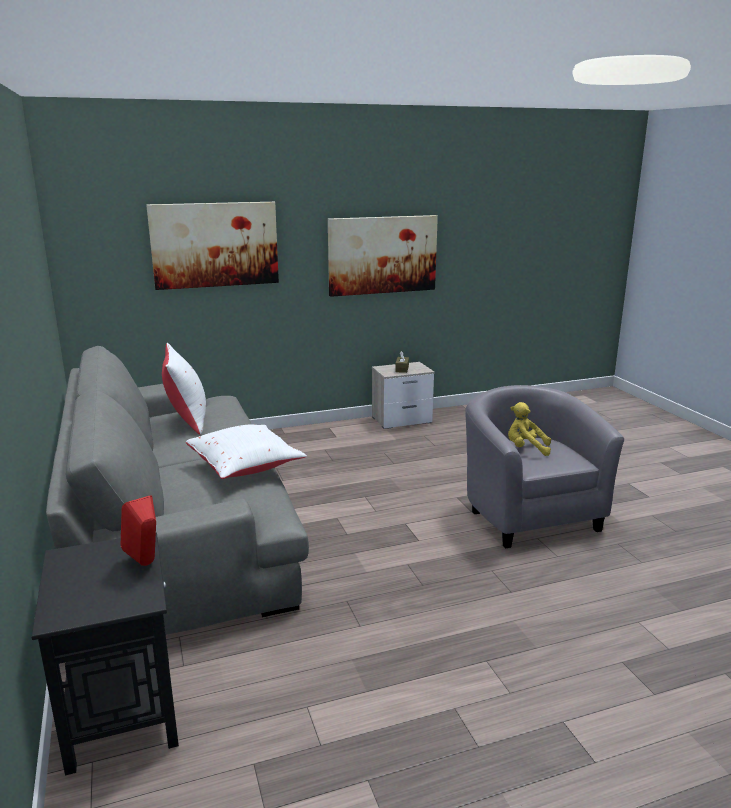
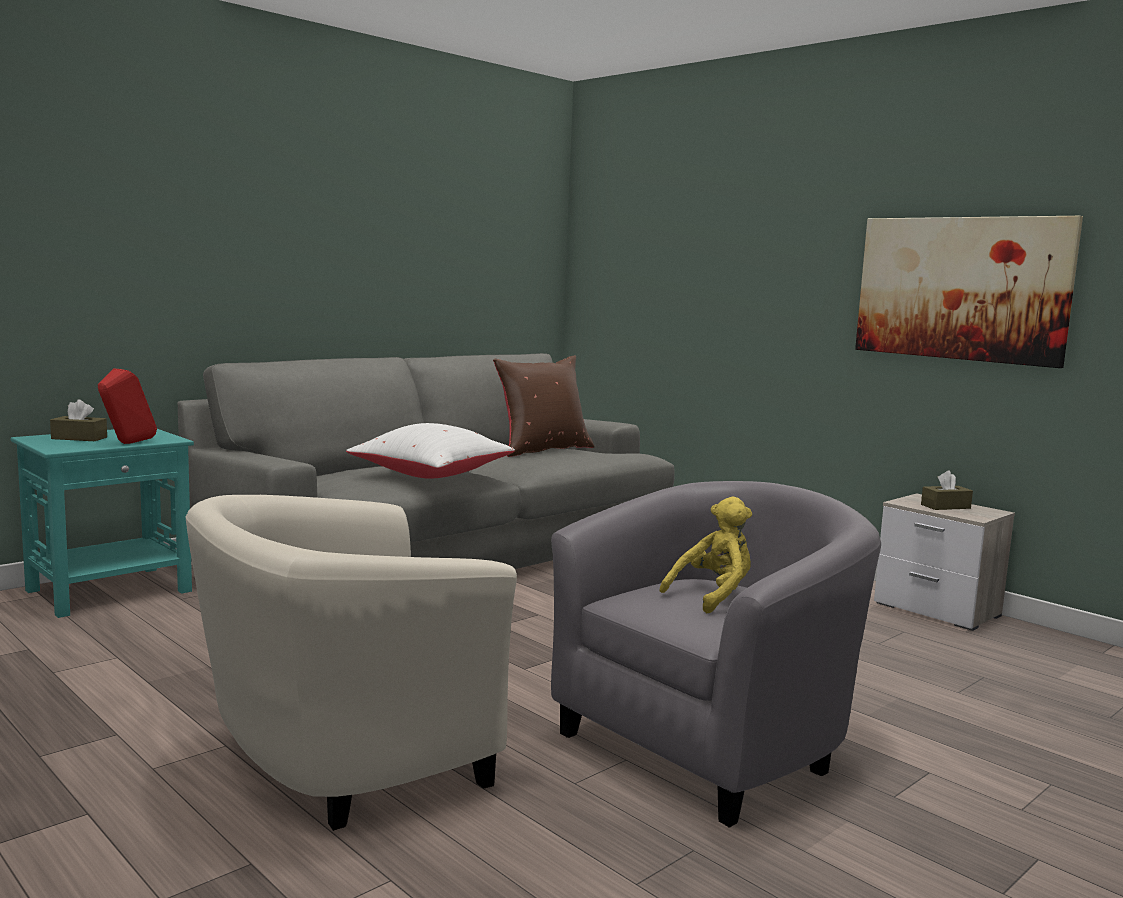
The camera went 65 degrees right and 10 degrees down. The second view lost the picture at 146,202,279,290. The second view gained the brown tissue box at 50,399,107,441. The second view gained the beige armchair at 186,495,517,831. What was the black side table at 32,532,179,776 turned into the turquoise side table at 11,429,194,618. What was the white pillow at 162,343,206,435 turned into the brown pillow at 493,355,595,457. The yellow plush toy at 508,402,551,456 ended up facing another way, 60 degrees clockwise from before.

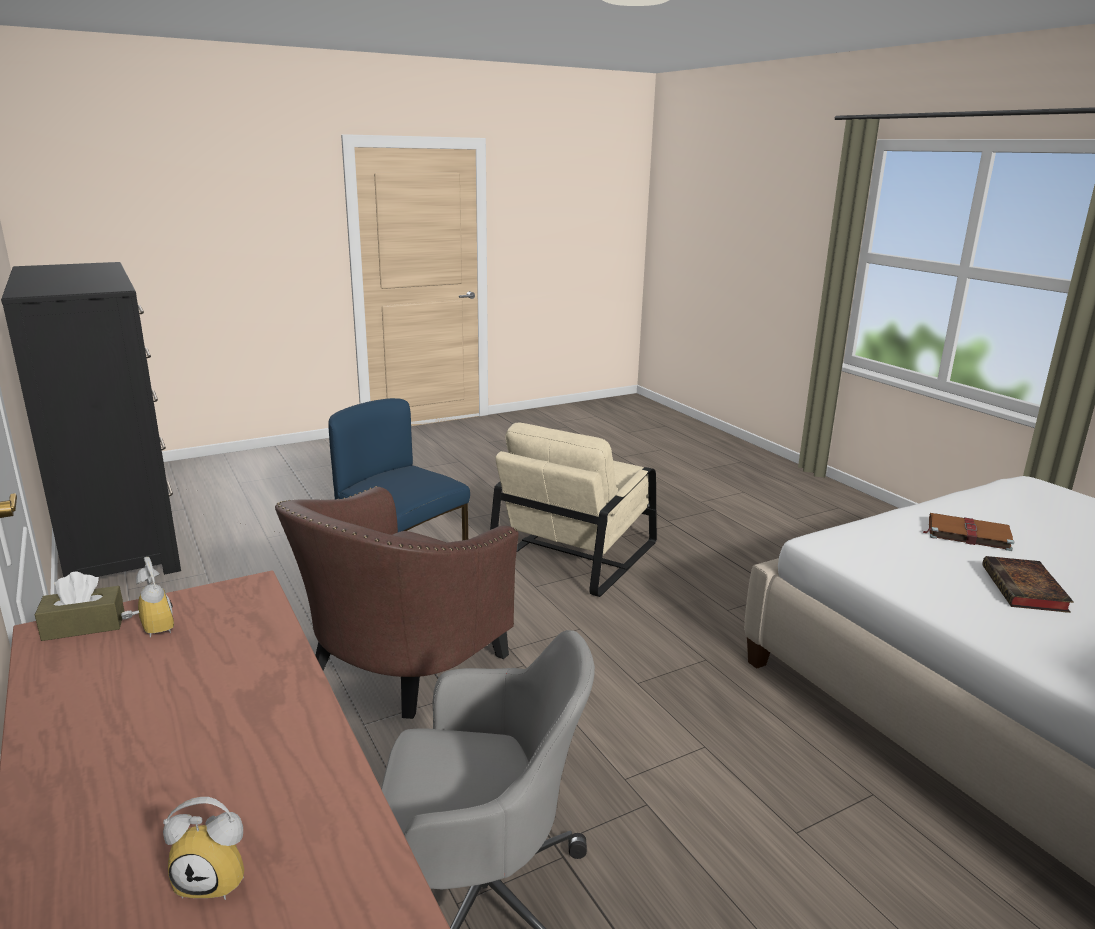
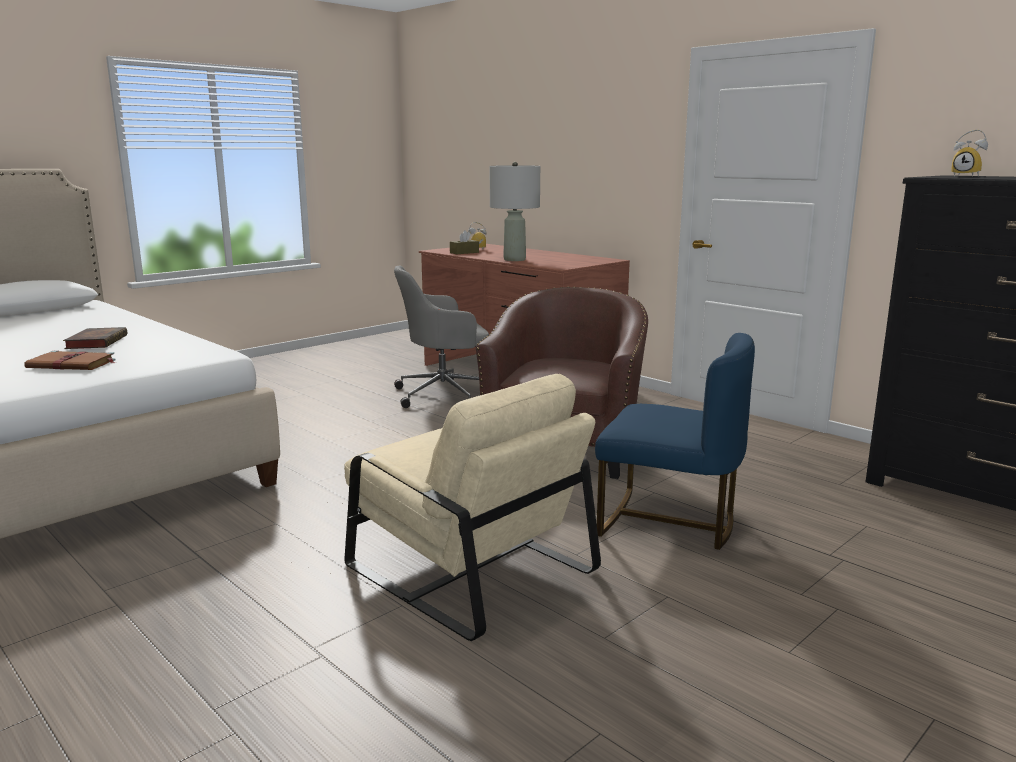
The camera went 165 degrees right and 5 degrees down. The second view gained the grey table lamp at 490,162,540,261. The brown tissue box ended up elsewhere, having gone from 35,571,124,641 to 450,230,479,254. The alarm clock ended up elsewhere, having gone from 121,557,174,637 to 951,130,988,177. The beige armchair at 490,422,657,597 ended up facing another way, 120 degrees clockwise from before.

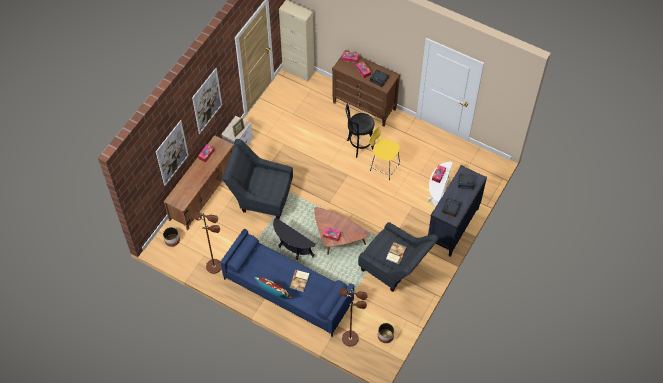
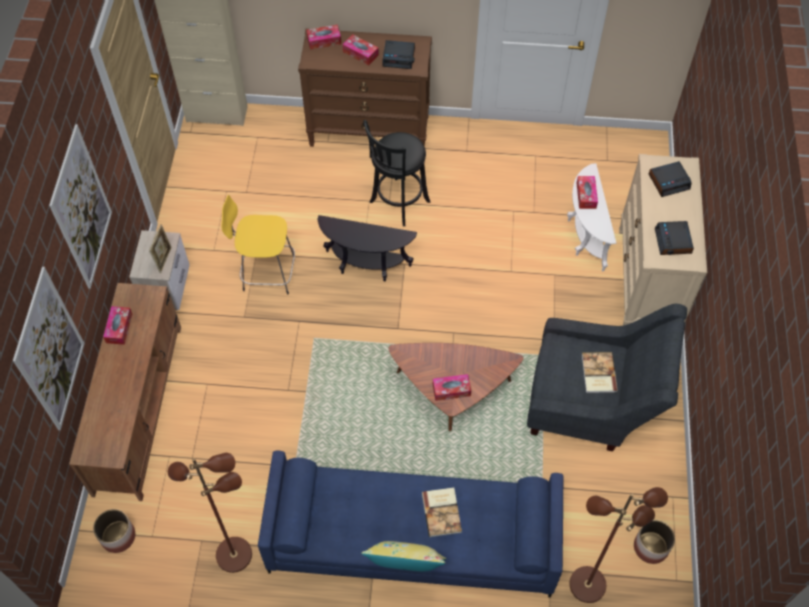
The camera went 25 degrees left and 0 degrees up. The second view lost the grey armchair at 222,139,293,219. The black side table ended up elsewhere, having gone from 273,218,316,260 to 317,215,417,282. The yellow stool ended up elsewhere, having gone from 369,127,400,180 to 221,195,295,294. What was the red pillow at 255,277,292,299 turned into the yellow pillow at 361,541,446,572. What was the black dresser at 428,165,487,257 turned into the beige dresser at 619,154,707,326.

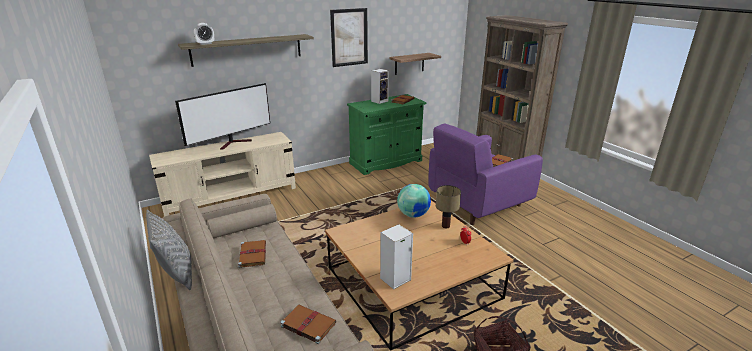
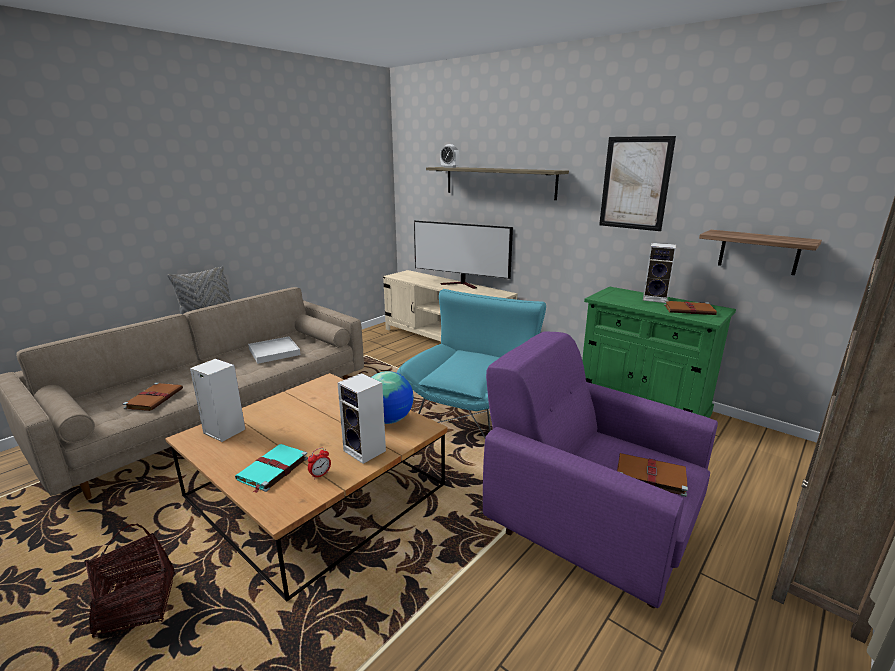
The camera went 70 degrees right and 5 degrees down. The second view gained the turquoise book at 235,444,308,493. The second view gained the turquoise armchair at 397,289,546,438. Where the brown book stood at 238,240,266,268, the white tray came to stand at 248,336,301,364. Where the table lamp stood at 436,185,461,228, the speaker came to stand at 338,373,386,464.

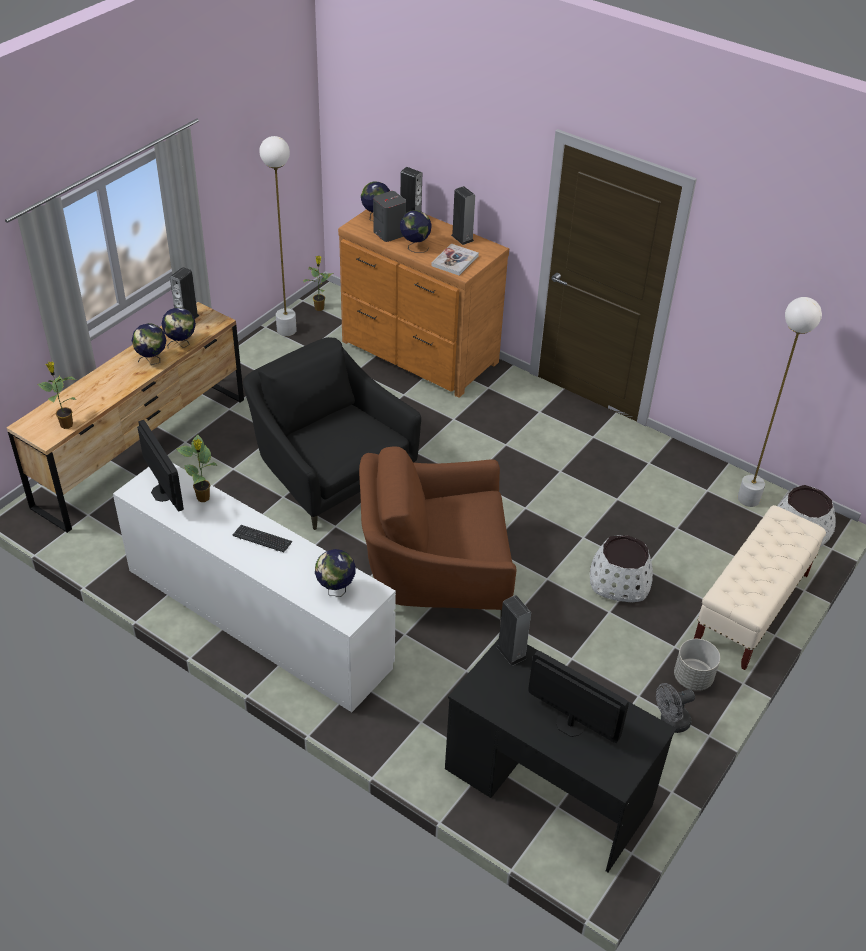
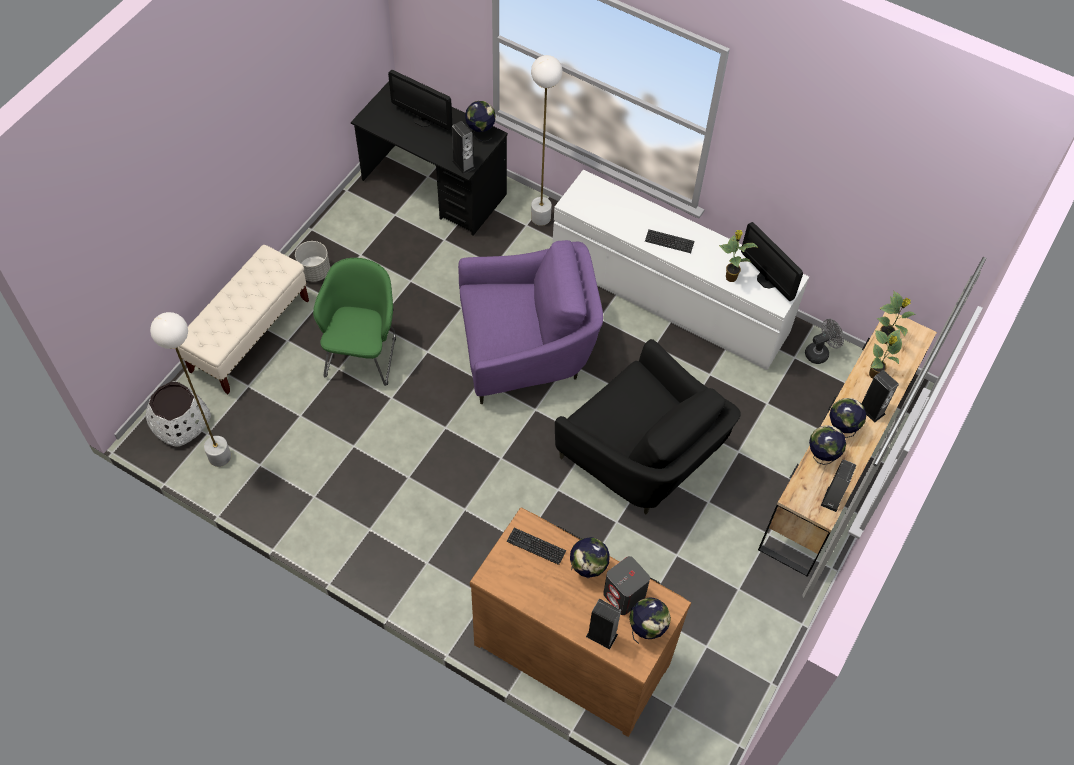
The camera went 175 degrees right and 15 degrees up. The white floor lamp ended up elsewhere, having gone from 259,136,297,336 to 531,55,563,226. The potted plant ended up elsewhere, having gone from 304,256,334,311 to 869,329,902,379. The globe ended up elsewhere, having gone from 315,549,356,597 to 465,101,496,141. The speaker ended up elsewhere, having gone from 451,186,475,245 to 862,370,899,423. The grey fan ended up elsewhere, having gone from 656,683,695,733 to 805,319,844,364. Where the book stood at 431,243,479,275, the keyboard came to stand at 507,528,566,565. Where the white planter stood at 590,535,653,602, the green armchair came to stand at 313,258,396,386. What was the brown armchair at 359,447,516,614 turned into the purple armchair at 458,240,603,404.

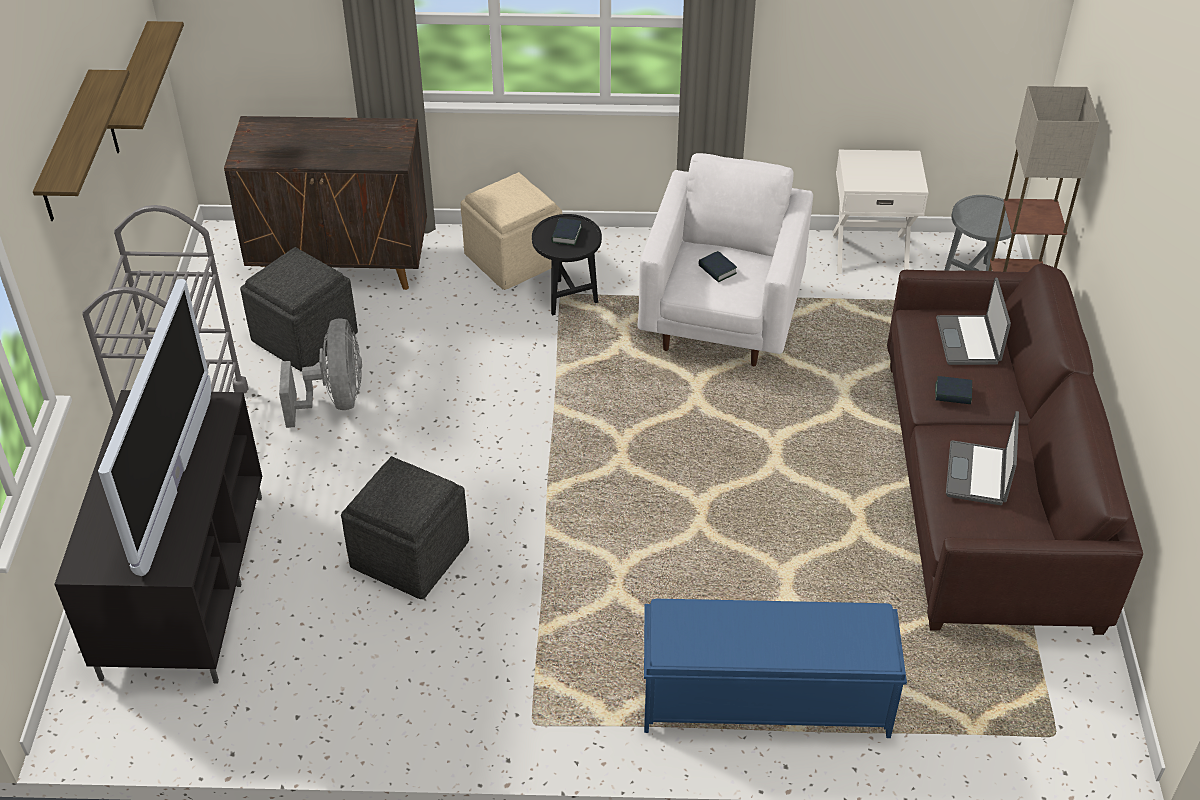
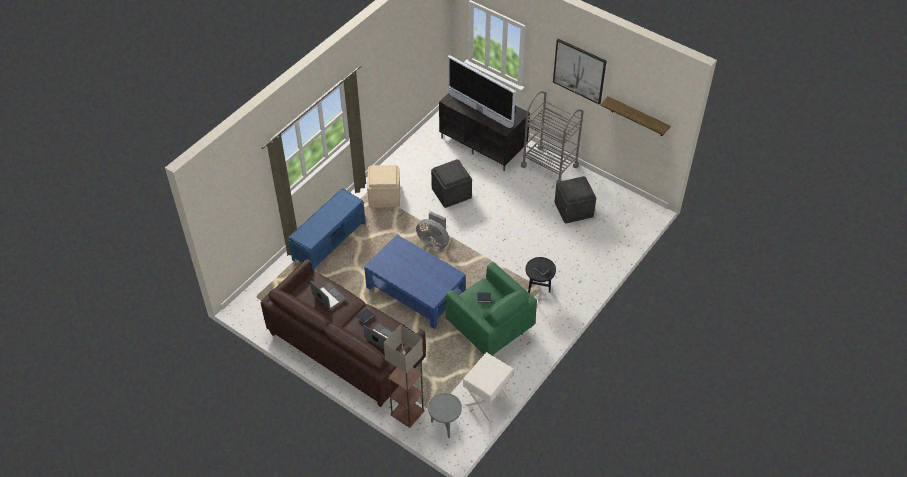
The camera went 125 degrees right and 5 degrees up. The second view lost the brown cabinet at 224,116,427,290. The second view gained the blue coffee table at 364,235,466,329. The grey fan ended up elsewhere, having gone from 279,318,362,428 to 416,211,449,249. The beige ottoman ended up elsewhere, having gone from 461,172,563,290 to 367,165,400,208. Where the shelf hung at 33,70,130,221, the picture came to hang at 553,39,607,104. What was the white armchair at 637,153,813,366 turned into the green armchair at 446,262,537,356.

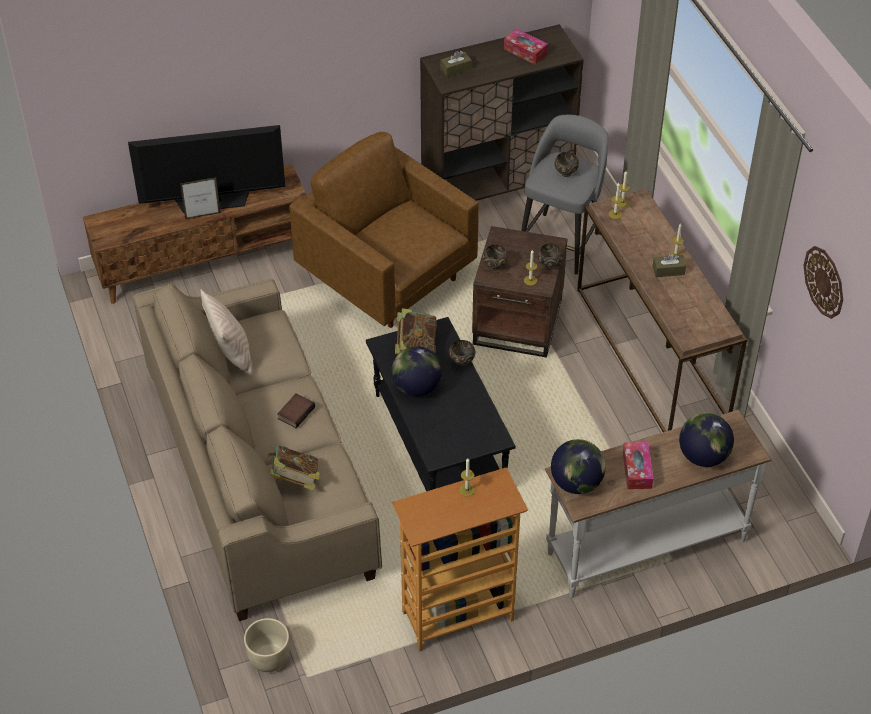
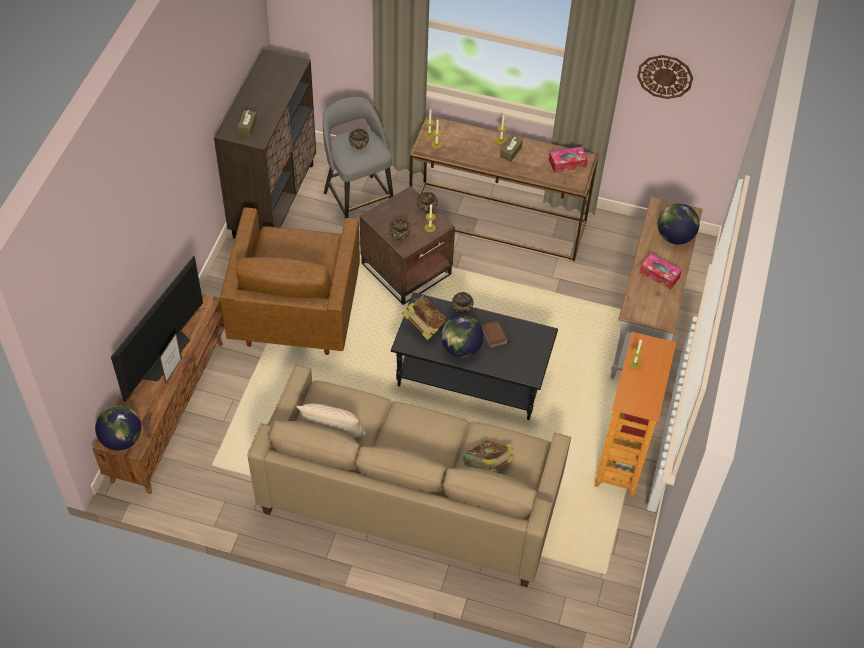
The camera went 55 degrees left and 5 degrees up. The second view lost the beige planter at 244,618,289,672. The book ended up elsewhere, having gone from 277,393,315,428 to 481,320,509,349. The tissue box ended up elsewhere, having gone from 504,29,548,64 to 549,147,588,173. The globe ended up elsewhere, having gone from 551,439,606,494 to 95,405,141,451. The brown armchair at 289,132,479,328 ended up facing another way, 75 degrees counterclockwise from before.

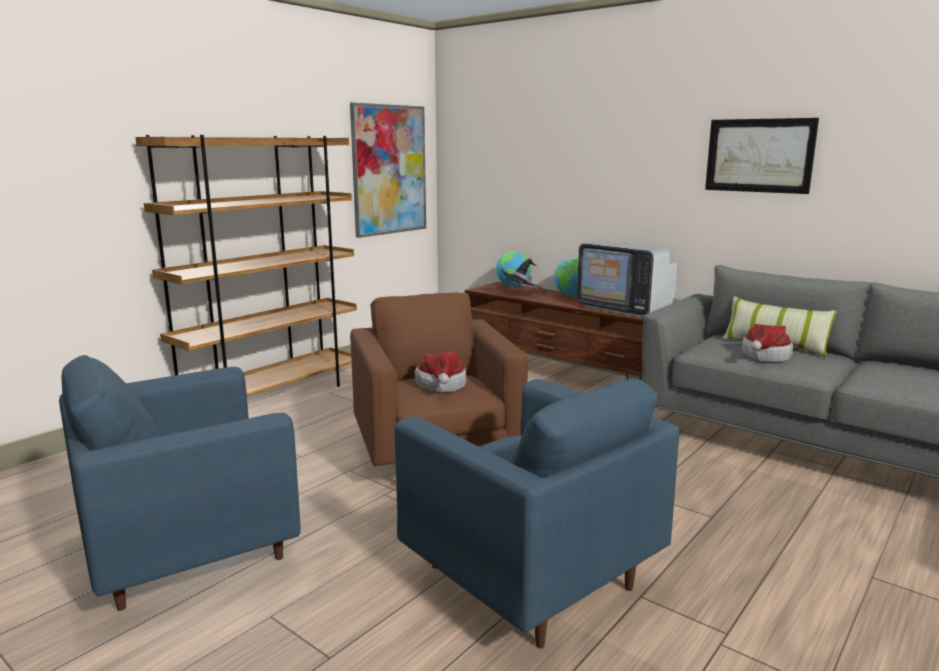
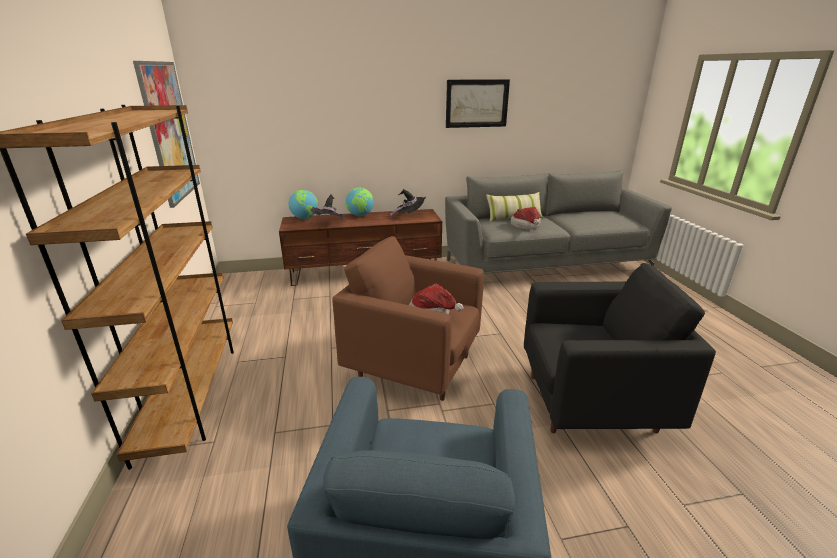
The camera went 50 degrees left and 10 degrees up. Where the television stood at 577,241,678,318, the black hat came to stand at 390,189,426,216. What was the blue armchair at 395,379,680,648 turned into the black armchair at 524,263,716,433.

